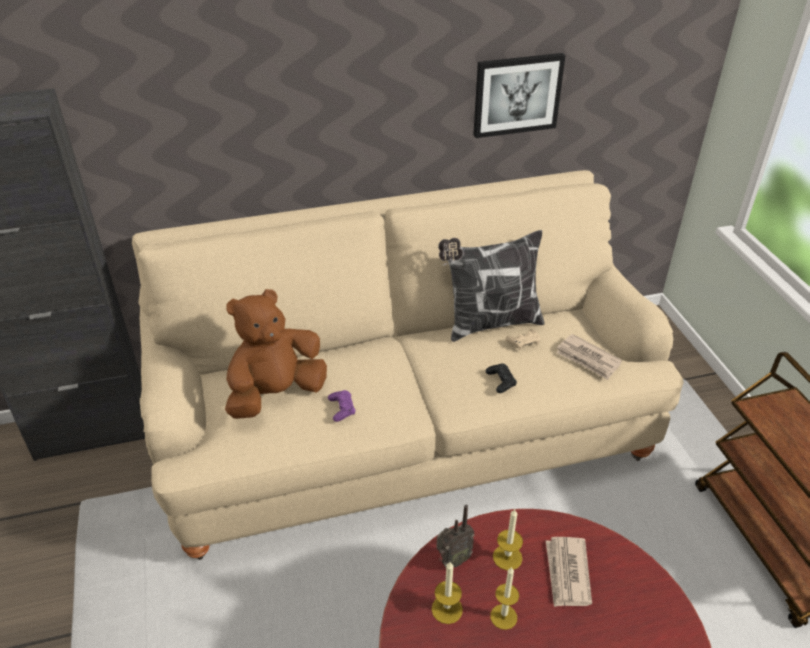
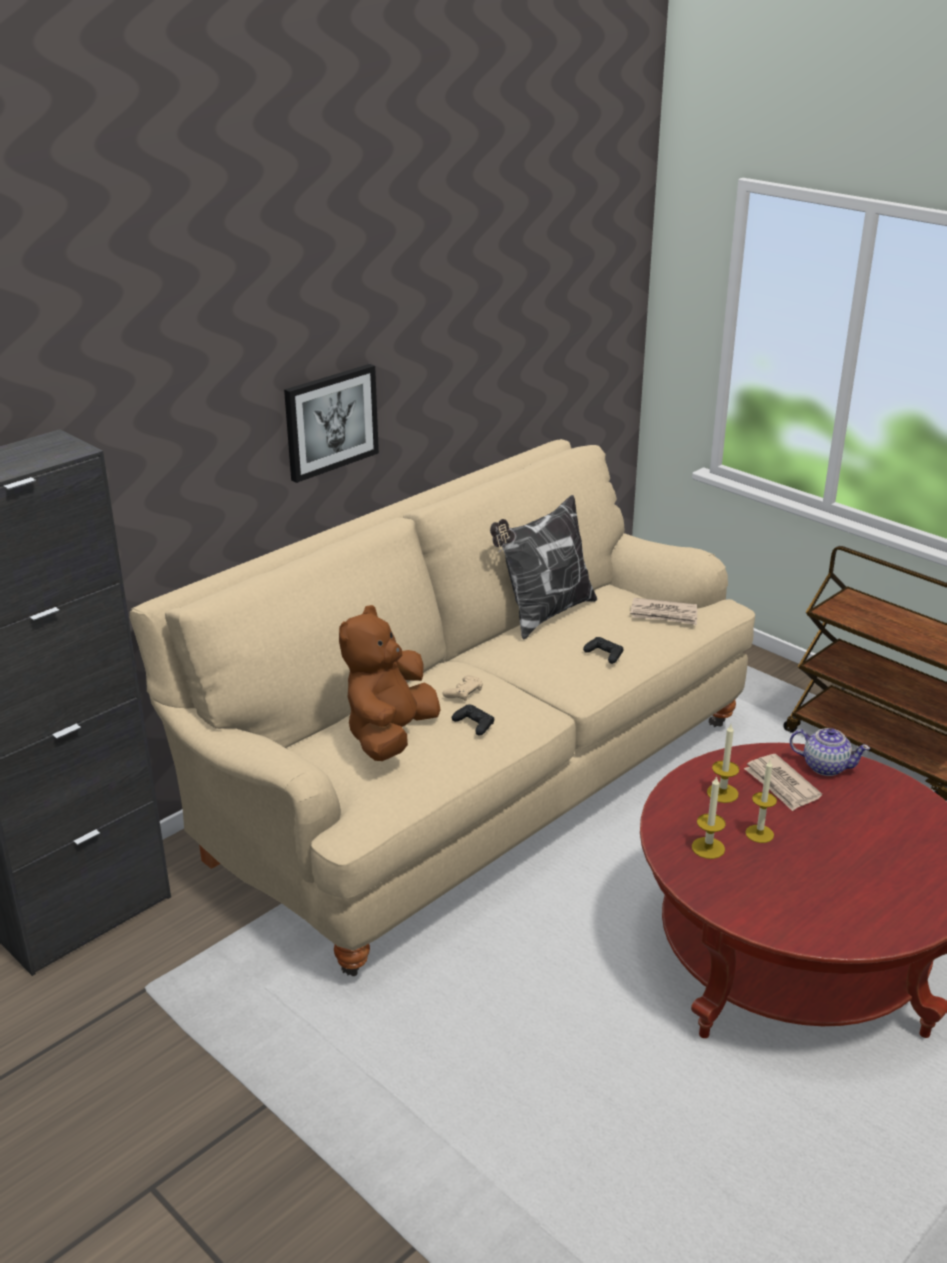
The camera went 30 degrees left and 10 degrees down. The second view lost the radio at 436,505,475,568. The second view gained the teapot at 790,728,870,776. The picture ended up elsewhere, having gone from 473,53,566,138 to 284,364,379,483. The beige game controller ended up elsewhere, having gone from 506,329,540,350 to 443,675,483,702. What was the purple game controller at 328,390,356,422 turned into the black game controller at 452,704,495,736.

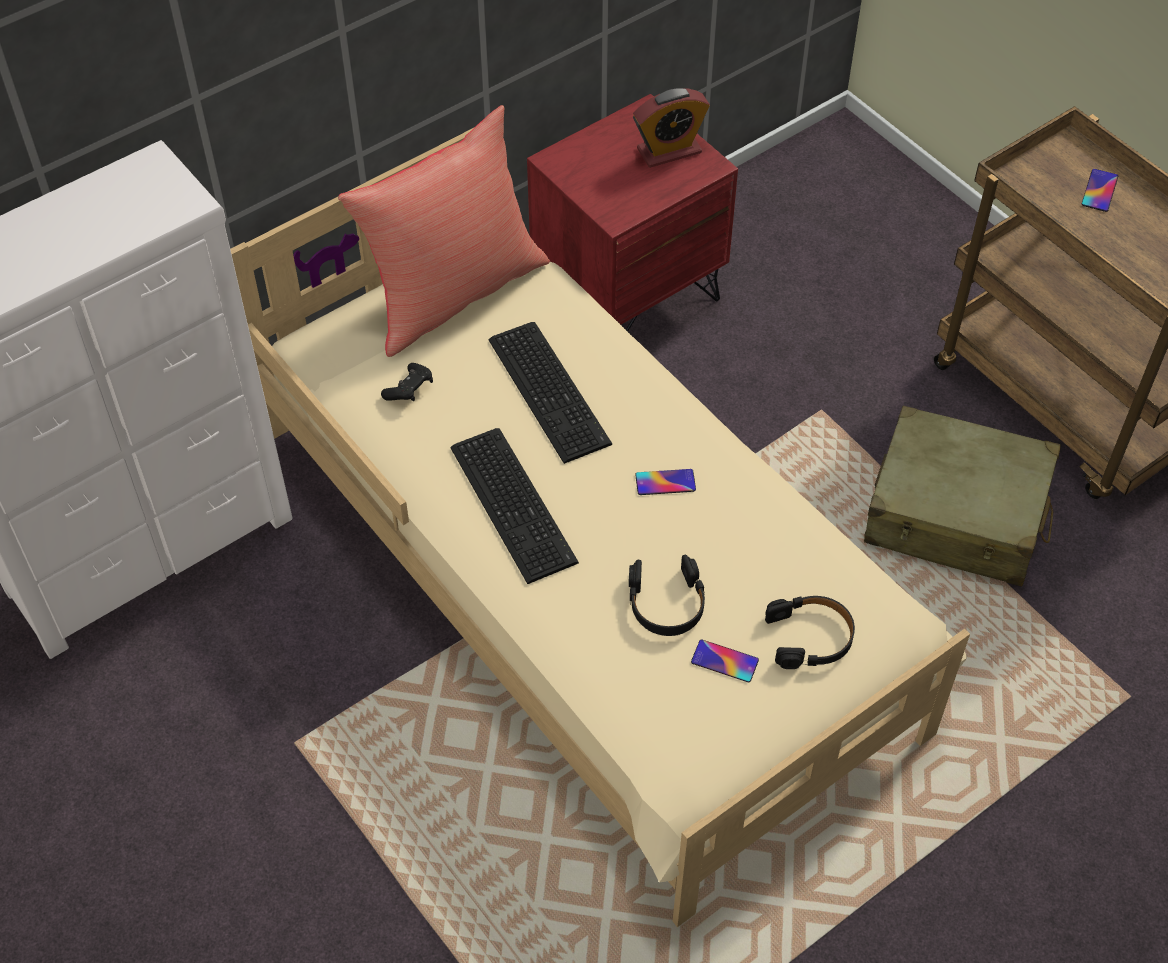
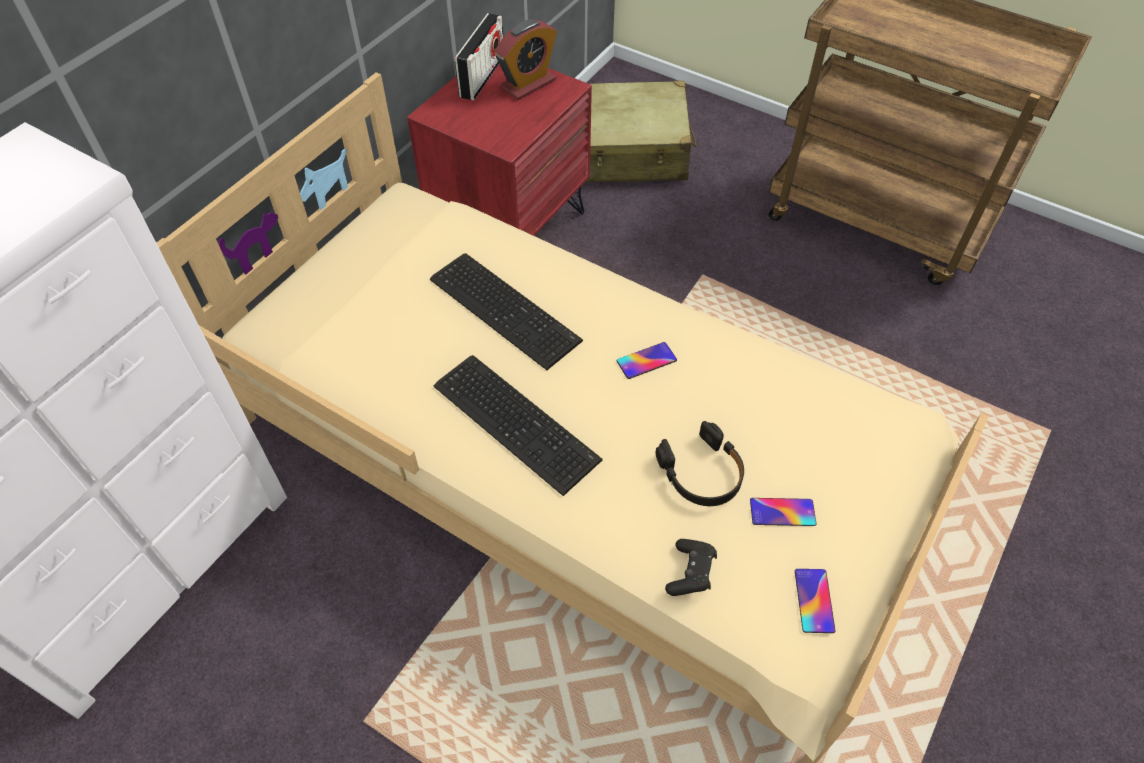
The camera went 20 degrees left and 0 degrees up. The second view lost the red pillow at 338,105,550,357. The second view lost the black headphones at 765,596,855,669. The second view gained the radio at 455,13,503,100. The black game controller ended up elsewhere, having gone from 381,363,433,401 to 665,539,717,596. The beige suitcase ended up elsewhere, having gone from 864,406,1061,586 to 585,81,697,182. The phone ended up elsewhere, having gone from 1082,169,1118,212 to 795,569,836,633.

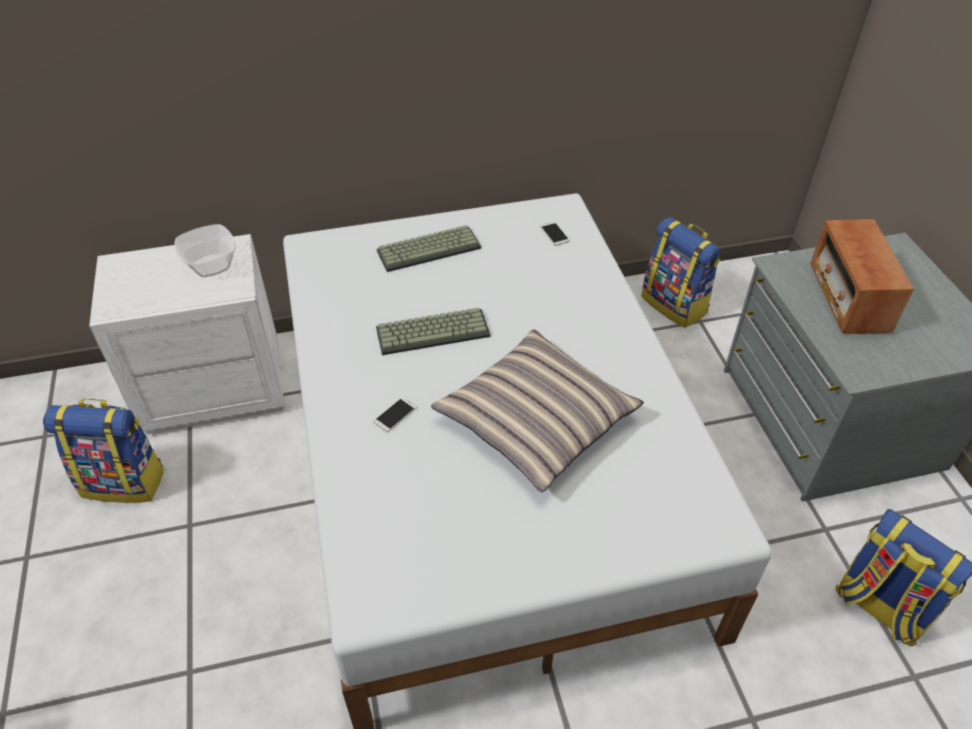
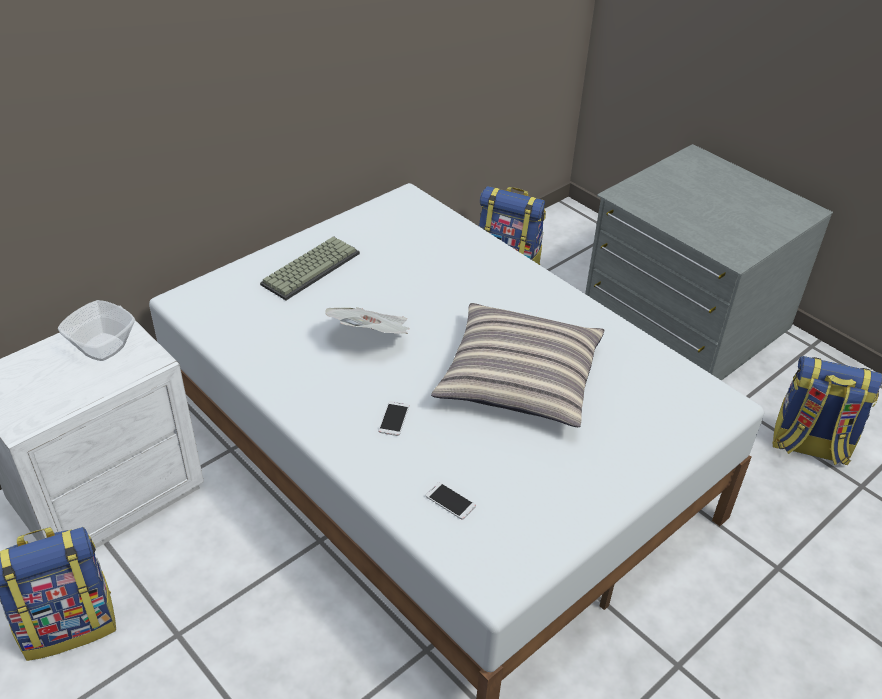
The camera went 30 degrees left and 5 degrees down. The second view lost the radio at 810,219,914,334. The phone ended up elsewhere, having gone from 540,221,570,246 to 425,482,476,520. Where the keyboard stood at 376,308,490,355, the newspaper came to stand at 325,307,410,334.

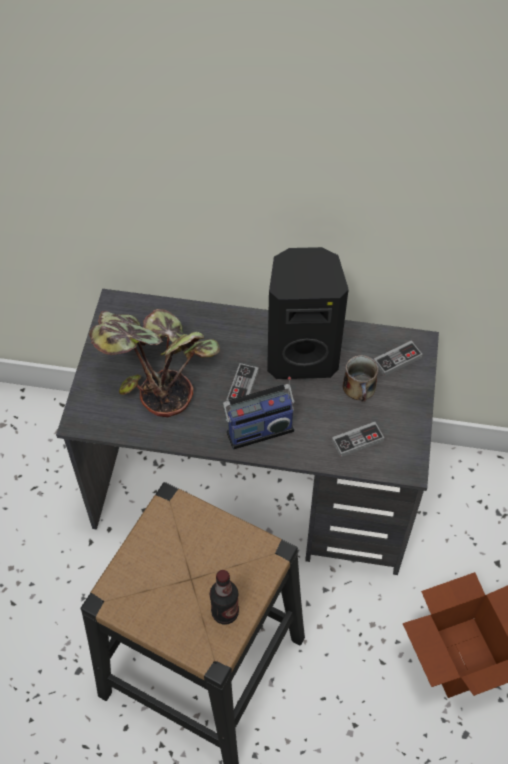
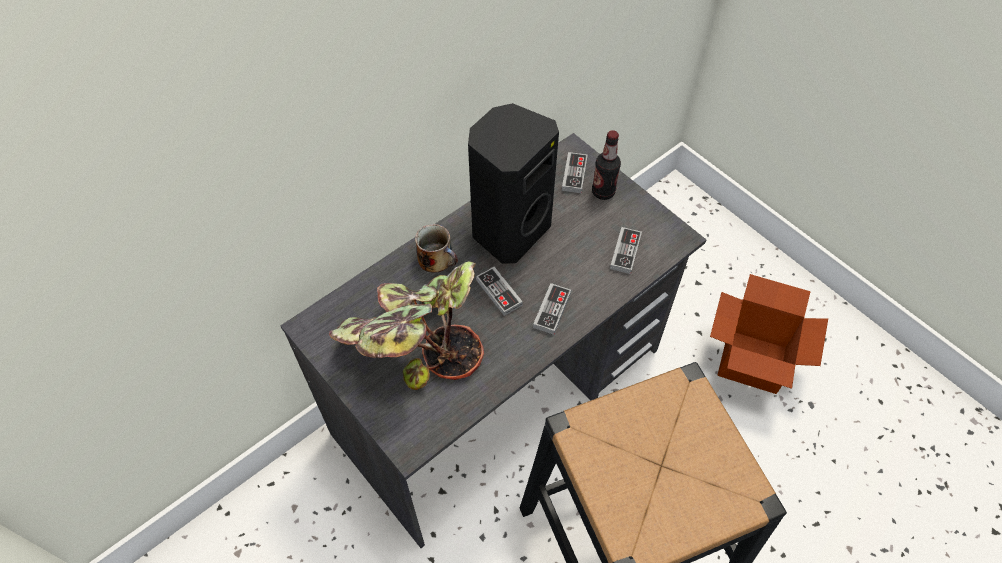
The camera went 50 degrees left and 0 degrees up. The bottle ended up elsewhere, having gone from 210,570,239,625 to 592,130,621,200. The mug ended up elsewhere, having gone from 343,355,378,402 to 415,224,458,273. Where the radio stood at 223,377,295,450, the game controller came to stand at 533,283,571,335.

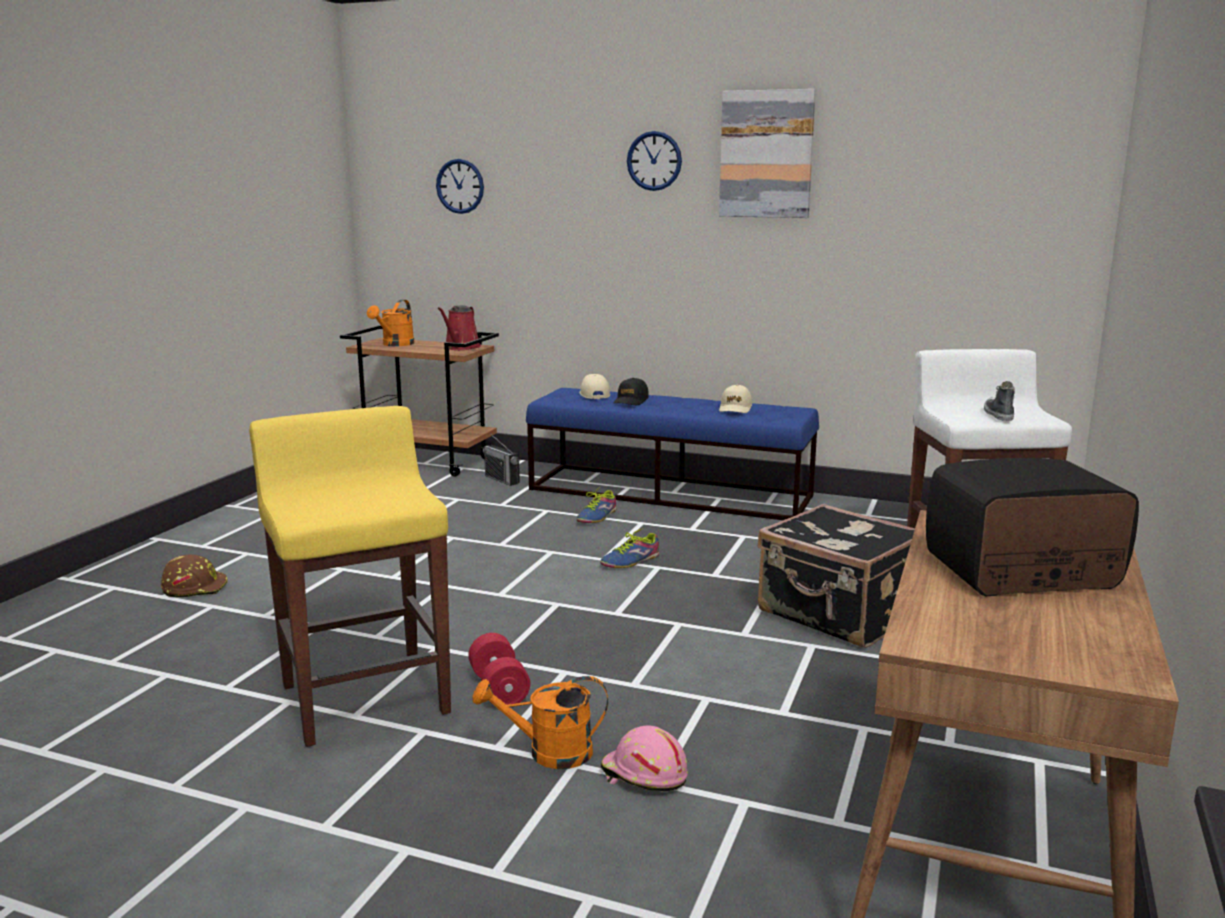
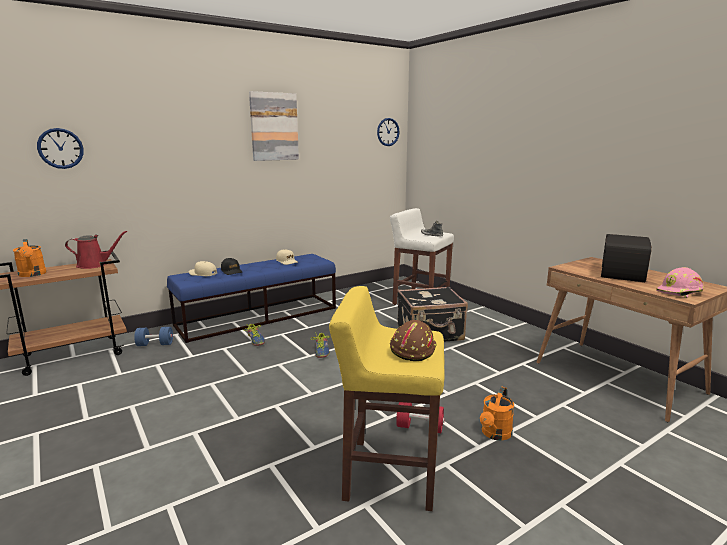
The camera went 55 degrees left and 0 degrees up. The brown hard hat ended up elsewhere, having gone from 161,554,228,597 to 390,320,437,361. The pink hard hat ended up elsewhere, having gone from 601,725,688,791 to 656,267,704,298. The wall clock ended up elsewhere, having gone from 627,131,682,191 to 377,118,400,146. Where the radio stood at 483,434,520,486, the blue dumbbell came to stand at 134,327,173,346. The red watering can at 438,305,481,350 ended up facing another way, 60 degrees counterclockwise from before.

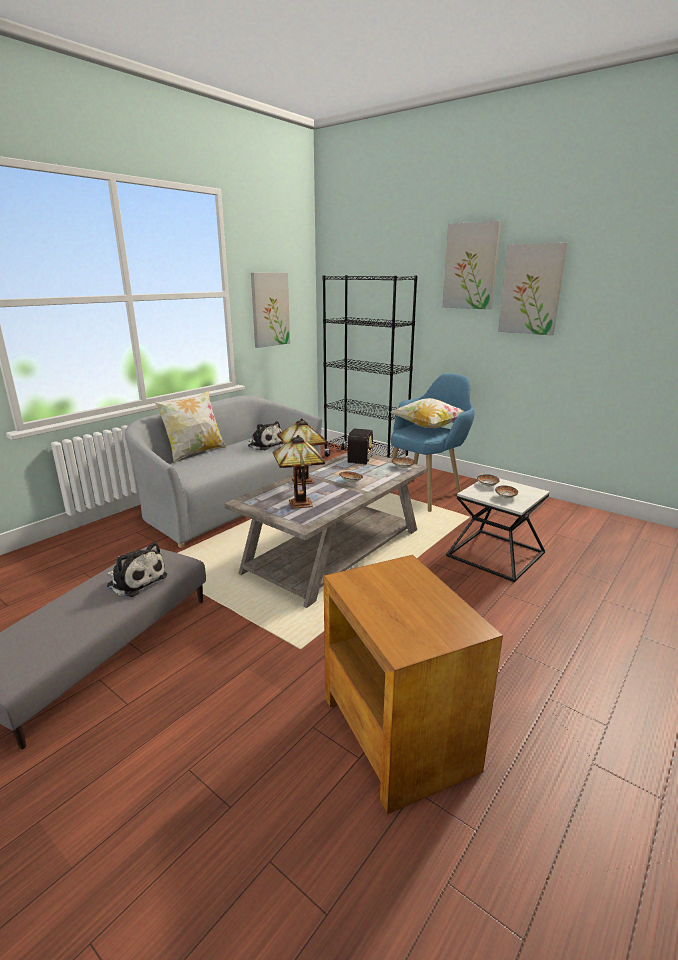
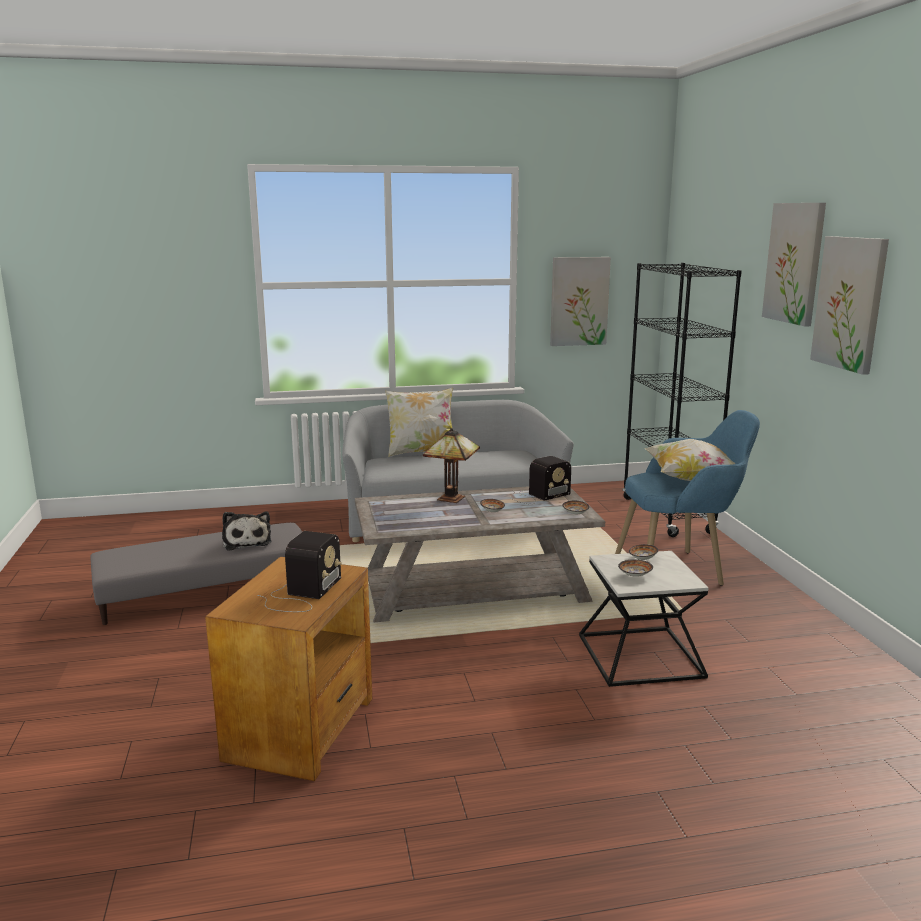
The camera went 40 degrees right and 5 degrees down. The second view lost the plush toy at 246,421,284,450. The second view lost the table lamp at 273,435,325,509. The second view gained the radio at 257,531,342,612.

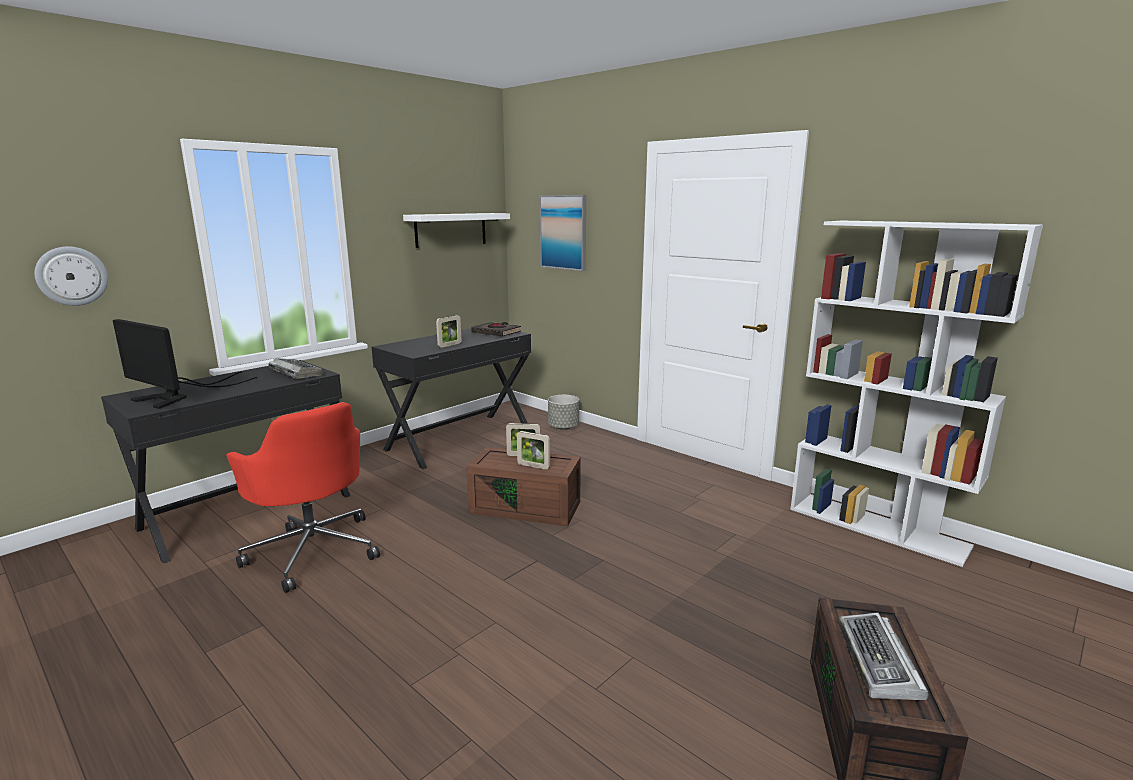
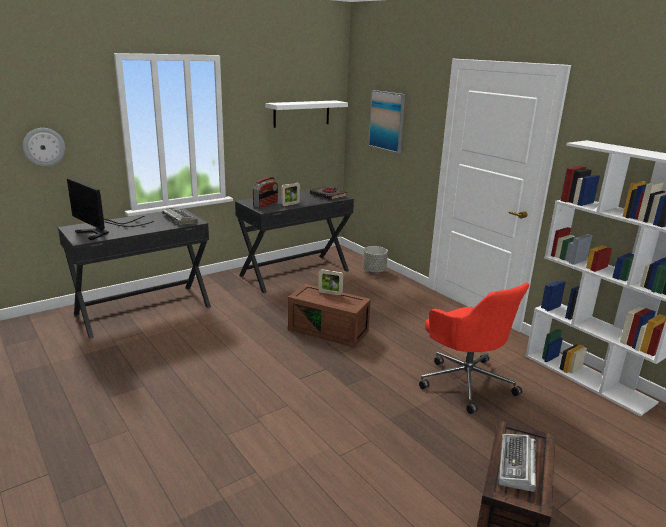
The camera went 10 degrees right and 5 degrees up. The second view lost the picture frame at 517,431,550,470. The second view gained the radio at 253,177,278,208. The red office chair ended up elsewhere, having gone from 226,402,380,593 to 419,283,529,414.

